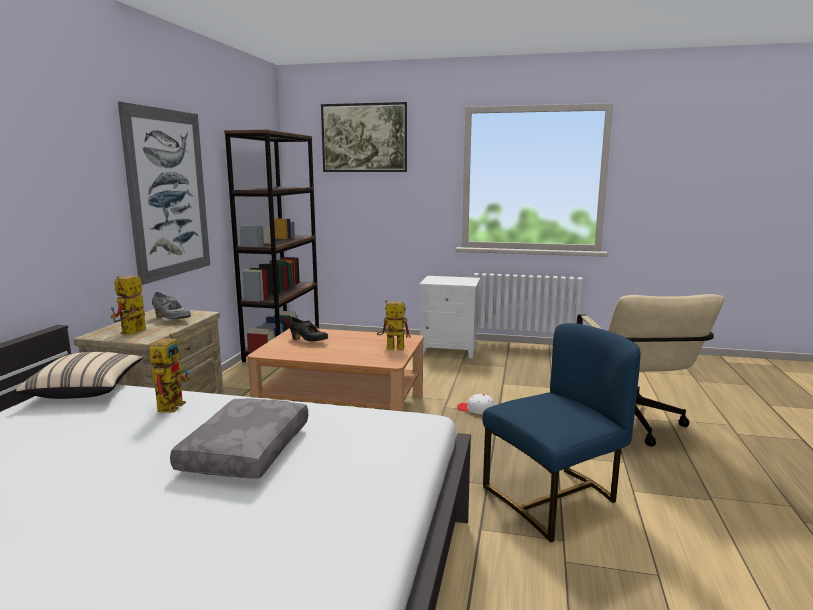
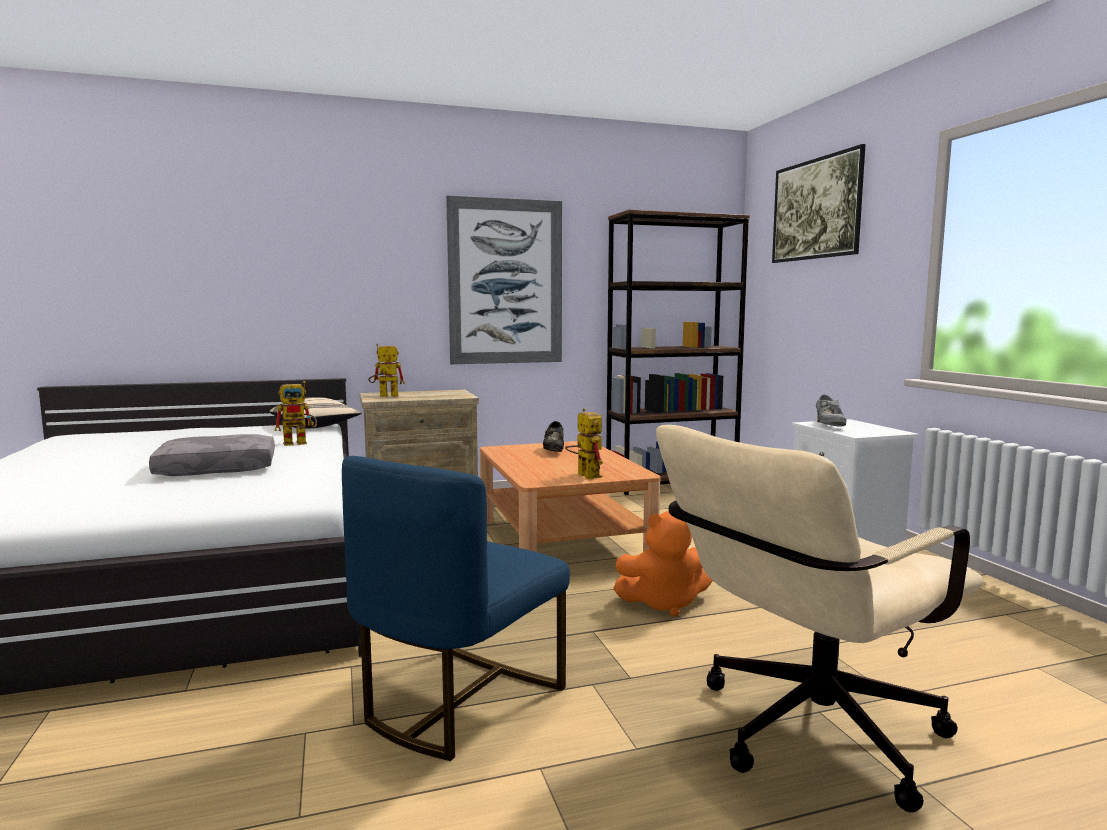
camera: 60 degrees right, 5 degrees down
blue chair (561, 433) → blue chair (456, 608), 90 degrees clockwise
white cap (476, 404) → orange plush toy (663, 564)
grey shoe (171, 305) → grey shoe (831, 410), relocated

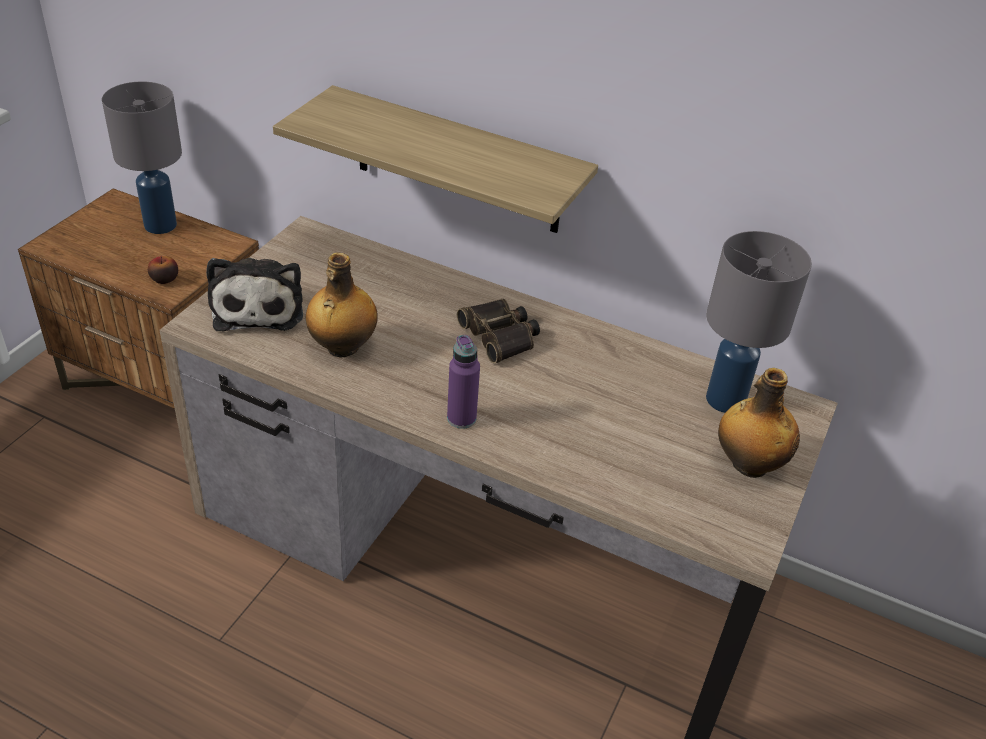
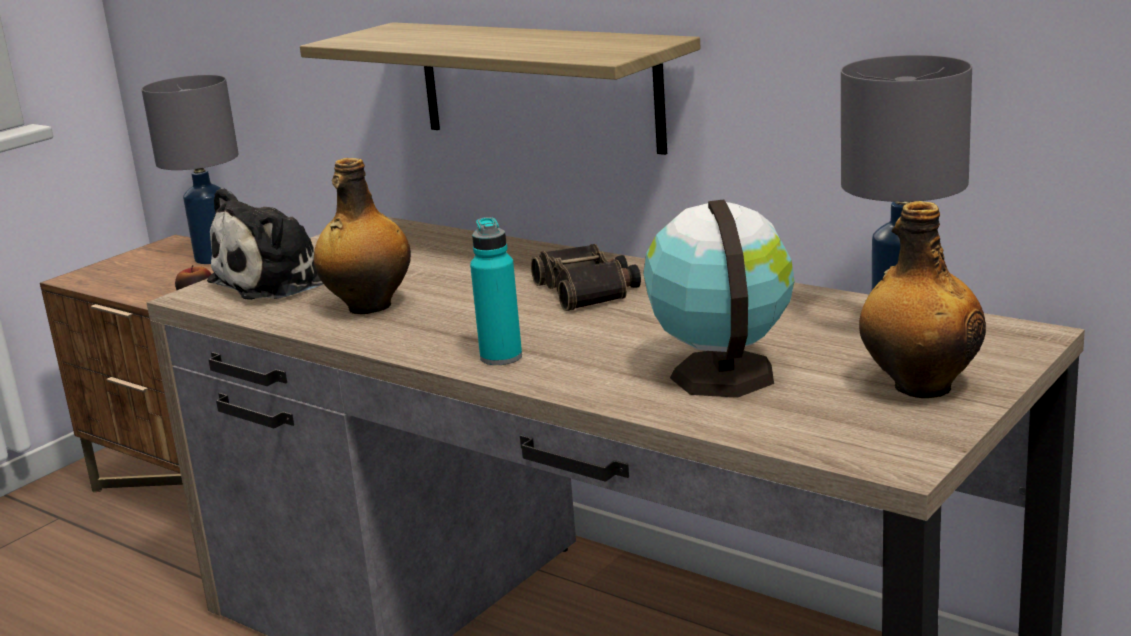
camera: 15 degrees right, 20 degrees down
plush toy (254, 294) → plush toy (265, 243), 45 degrees clockwise
purple bottle (463, 382) → turquoise bottle (496, 291)
- → globe (719, 299)

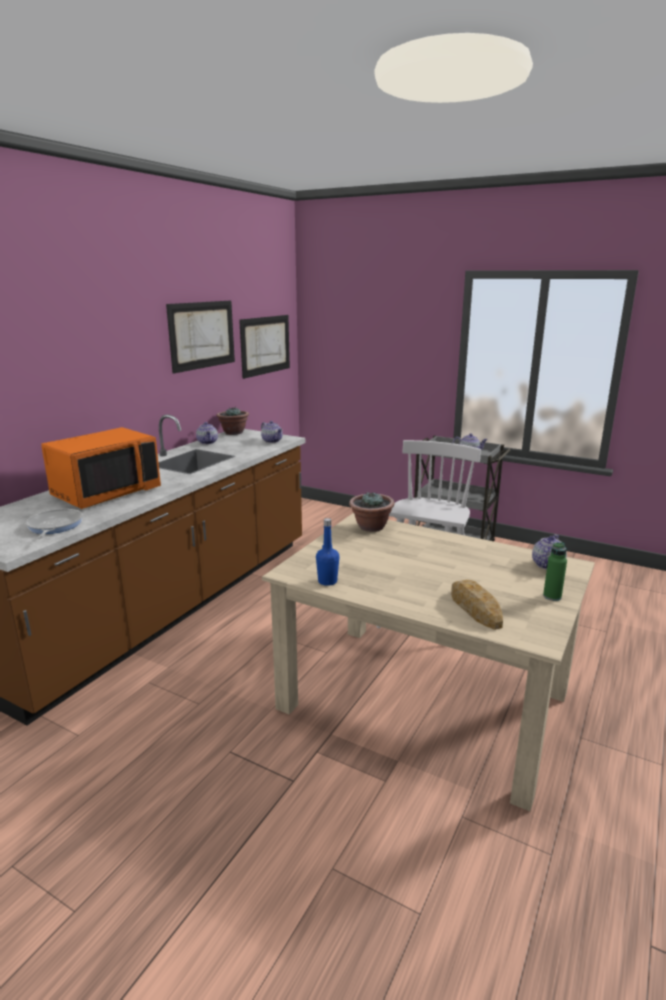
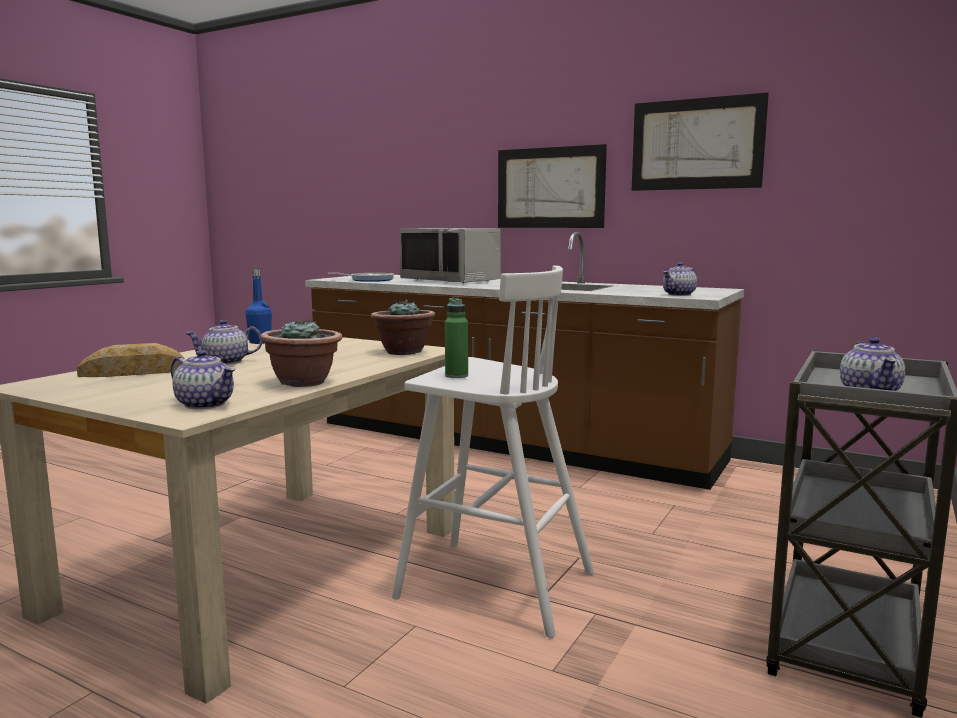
camera: 90 degrees right, 10 degrees down
teapot (207, 433) → teapot (224, 342), relocated
potted plant (233, 421) → potted plant (301, 352), relocated
orange microwave (101, 468) → grey microwave (450, 256)
green bottle (555, 571) → green bottle (456, 338), relocated
picture (264, 347) → picture (552, 186), relocated

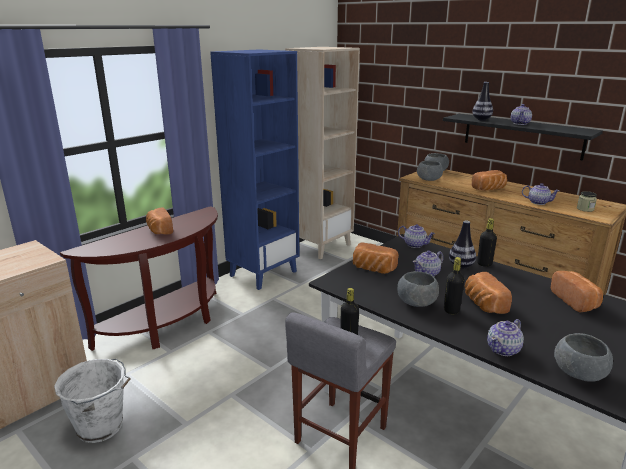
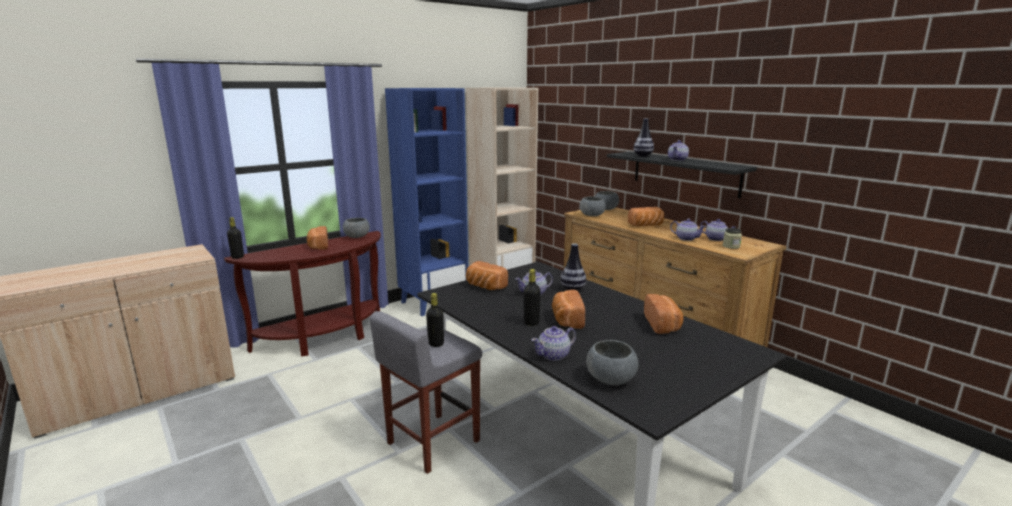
camera: 10 degrees right, 5 degrees down
black bottle (487, 242) → black bottle (235, 238), relocated
grey bowl (418, 289) → grey bowl (356, 228), relocated
teapot (416, 236) → teapot (718, 230), relocated
white bucket (92, 401) → -

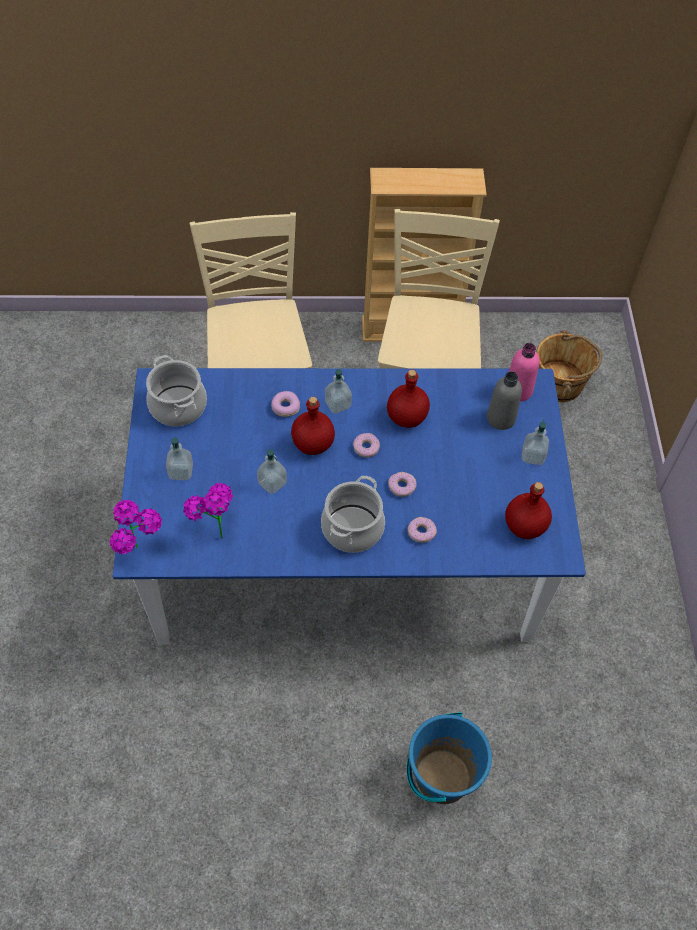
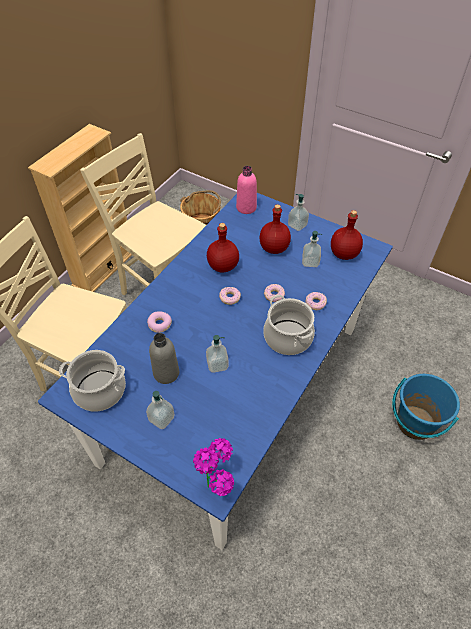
camera: 55 degrees left, 5 degrees down
grey bottle (504, 400) → grey bottle (164, 358), relocated
red bottle (313, 426) → red bottle (275, 229), relocated
soap dispenser (338, 391) → soap dispenser (312, 249), relocated
potted plant (208, 510) → -

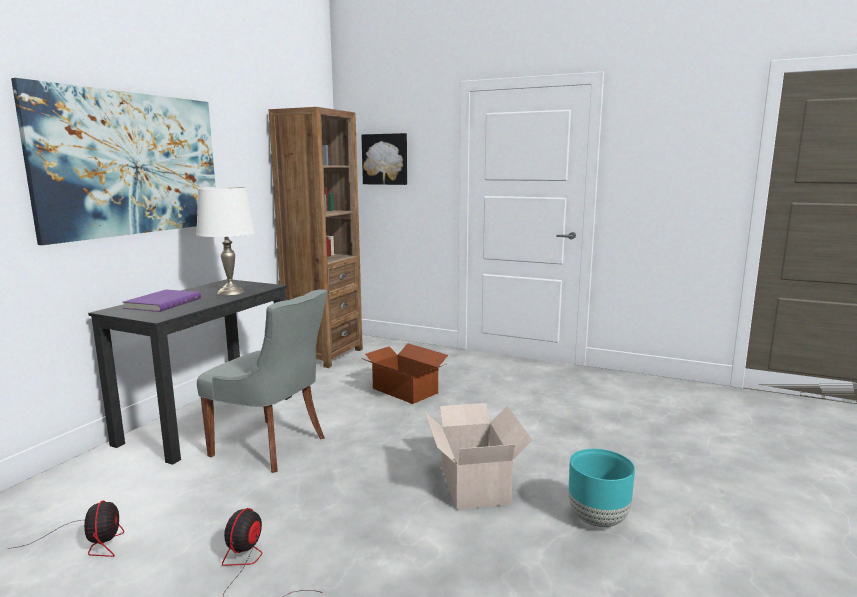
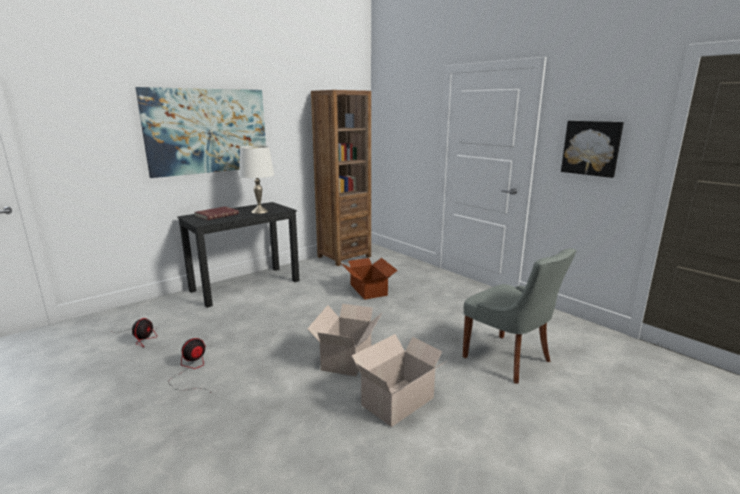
camera: 25 degrees right, 5 degrees up
purple book (162, 301) → red book (217, 213)
turquoise planter (602, 488) → cardboard box (400, 380)
grey chair (262, 381) → grey chair (520, 316), relocated
picture (384, 159) → picture (592, 149), relocated

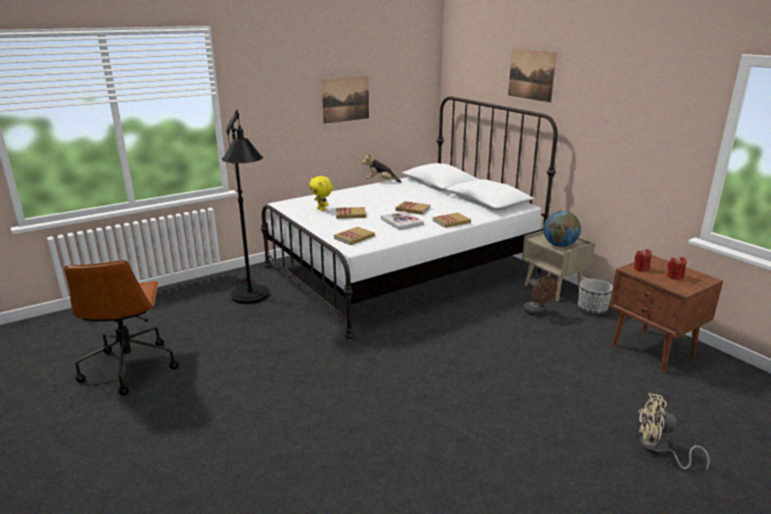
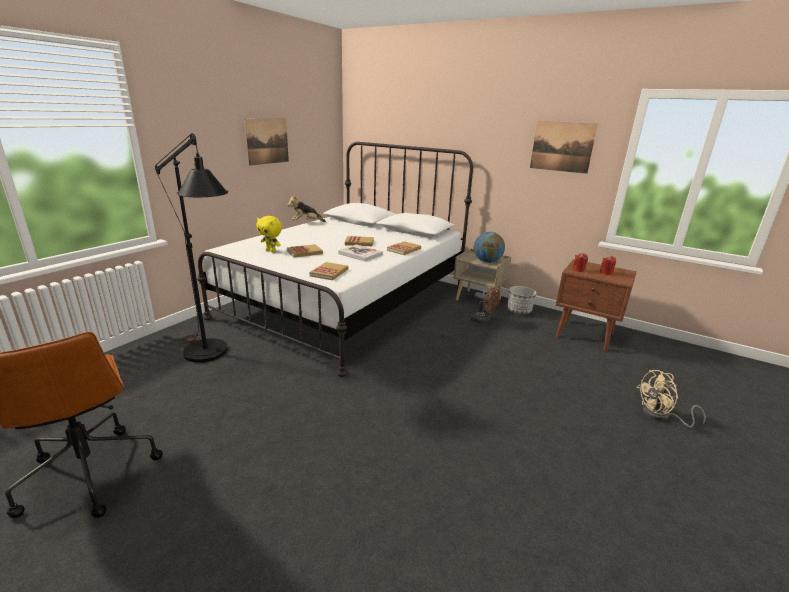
camera: 25 degrees left, 0 degrees up
picture (532, 76) → picture (564, 147), relocated

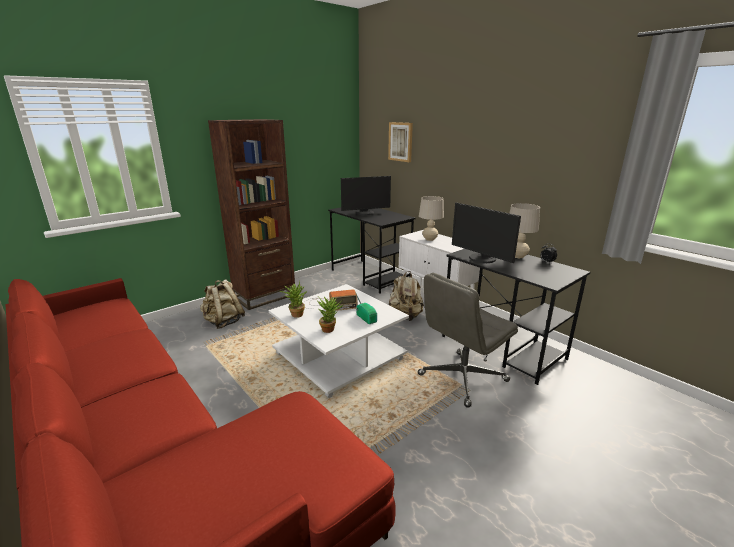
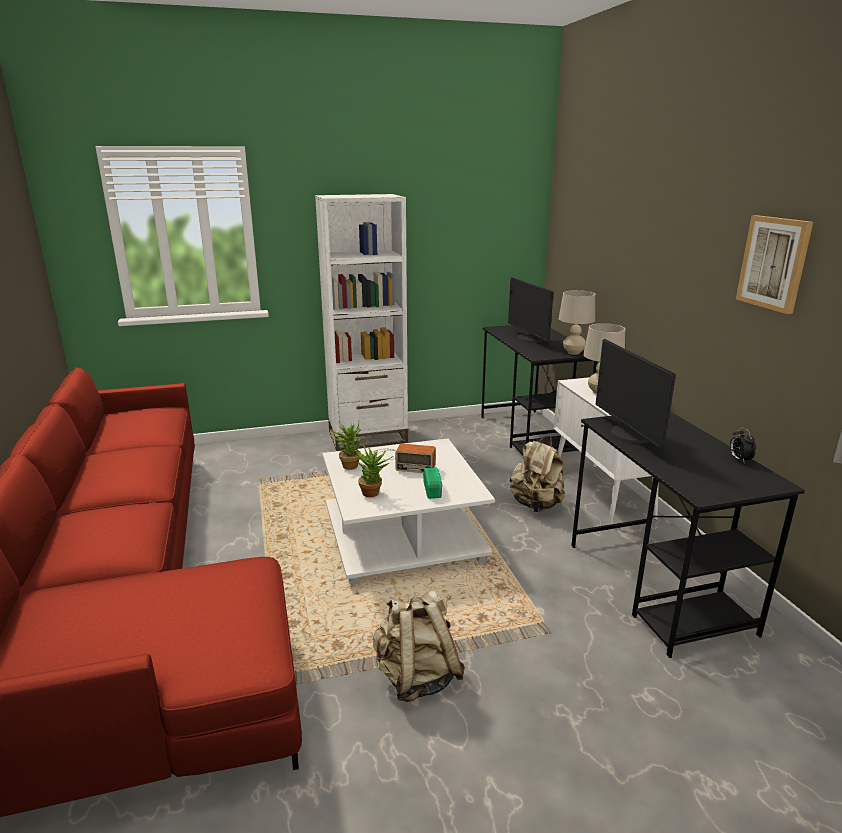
camera: 25 degrees right, 0 degrees up
brown bookcase (251, 214) → white bookcase (361, 322)
beige backpack (222, 304) → beige backpack (419, 646), relocated
monitor (366, 195) → monitor (531, 310), 60 degrees clockwise
beige table lamp (524, 230) → beige table lamp (577, 322), relocated
picture (400, 142) → picture (774, 264), relocated
grey office chair (468, 340) → -

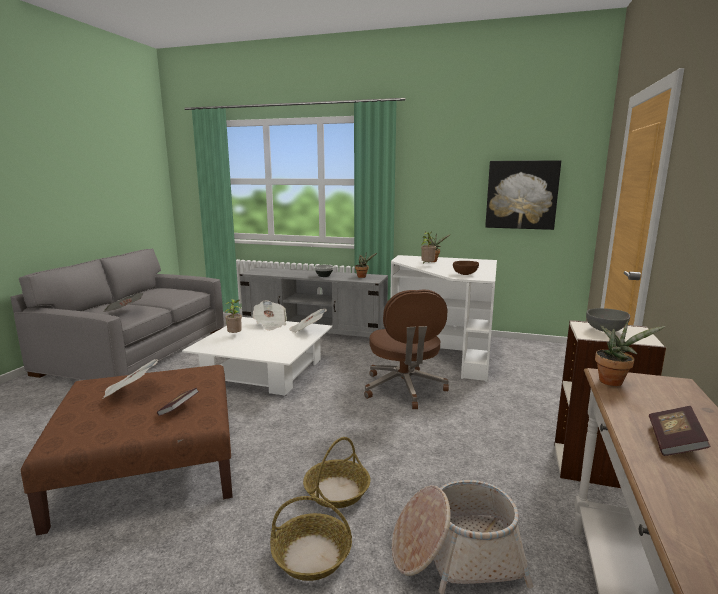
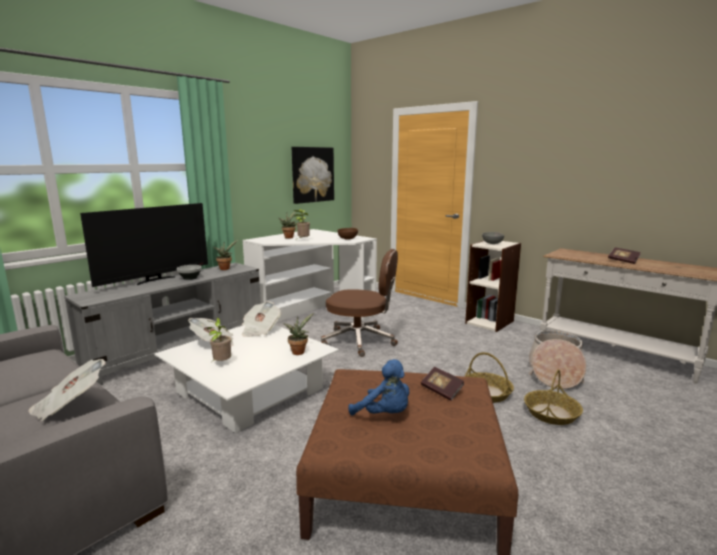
camera: 65 degrees left, 0 degrees up
- → television (144, 245)
potted plant (630, 353) → potted plant (298, 334), relocated
newspaper (130, 379) → blue plush toy (378, 387)

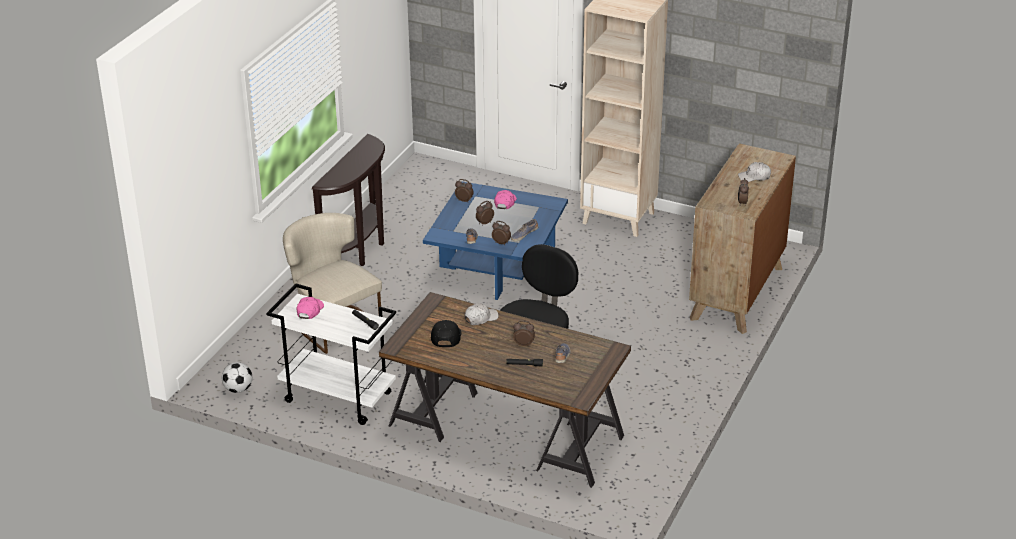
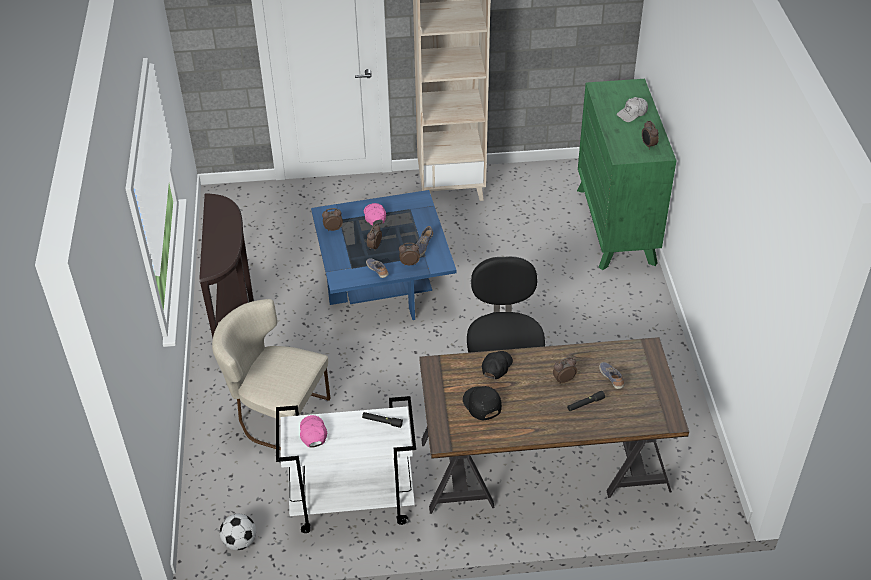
camera: 30 degrees left, 10 degrees up
white cap (482, 314) → black cap (497, 365)
brown dresser (742, 238) → green dresser (627, 174)

